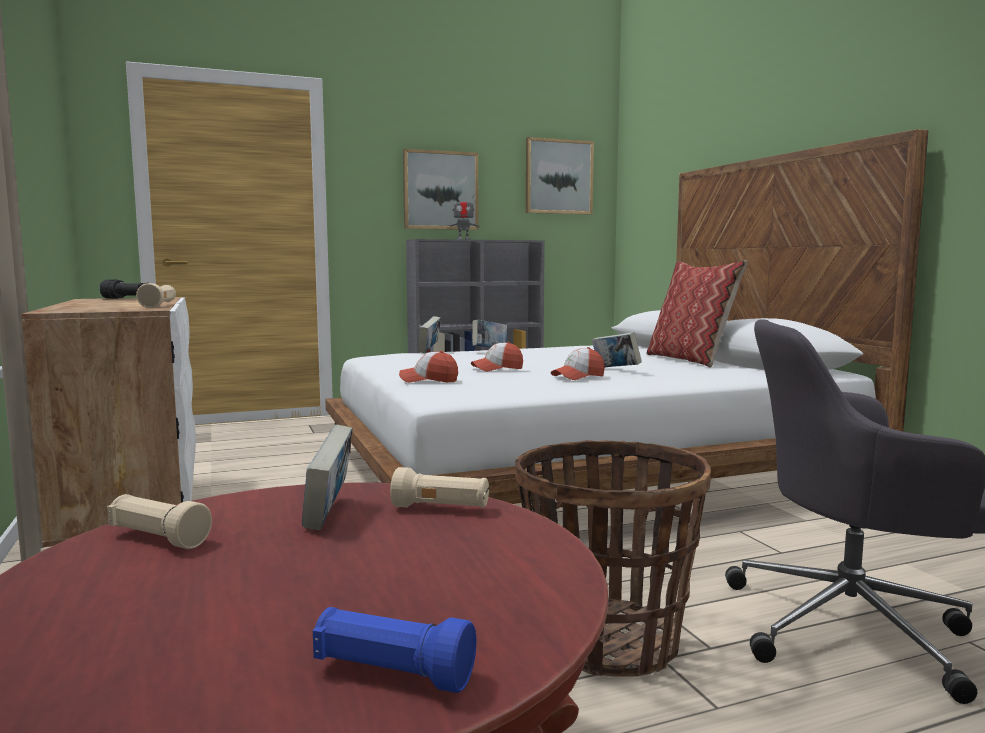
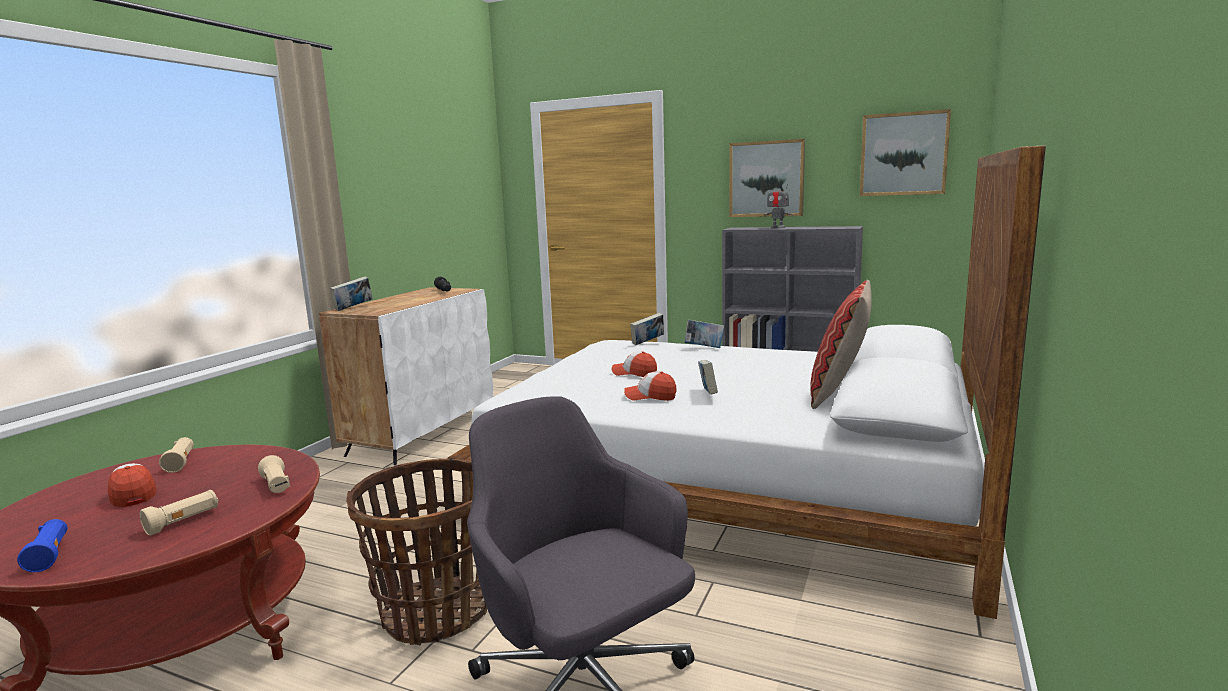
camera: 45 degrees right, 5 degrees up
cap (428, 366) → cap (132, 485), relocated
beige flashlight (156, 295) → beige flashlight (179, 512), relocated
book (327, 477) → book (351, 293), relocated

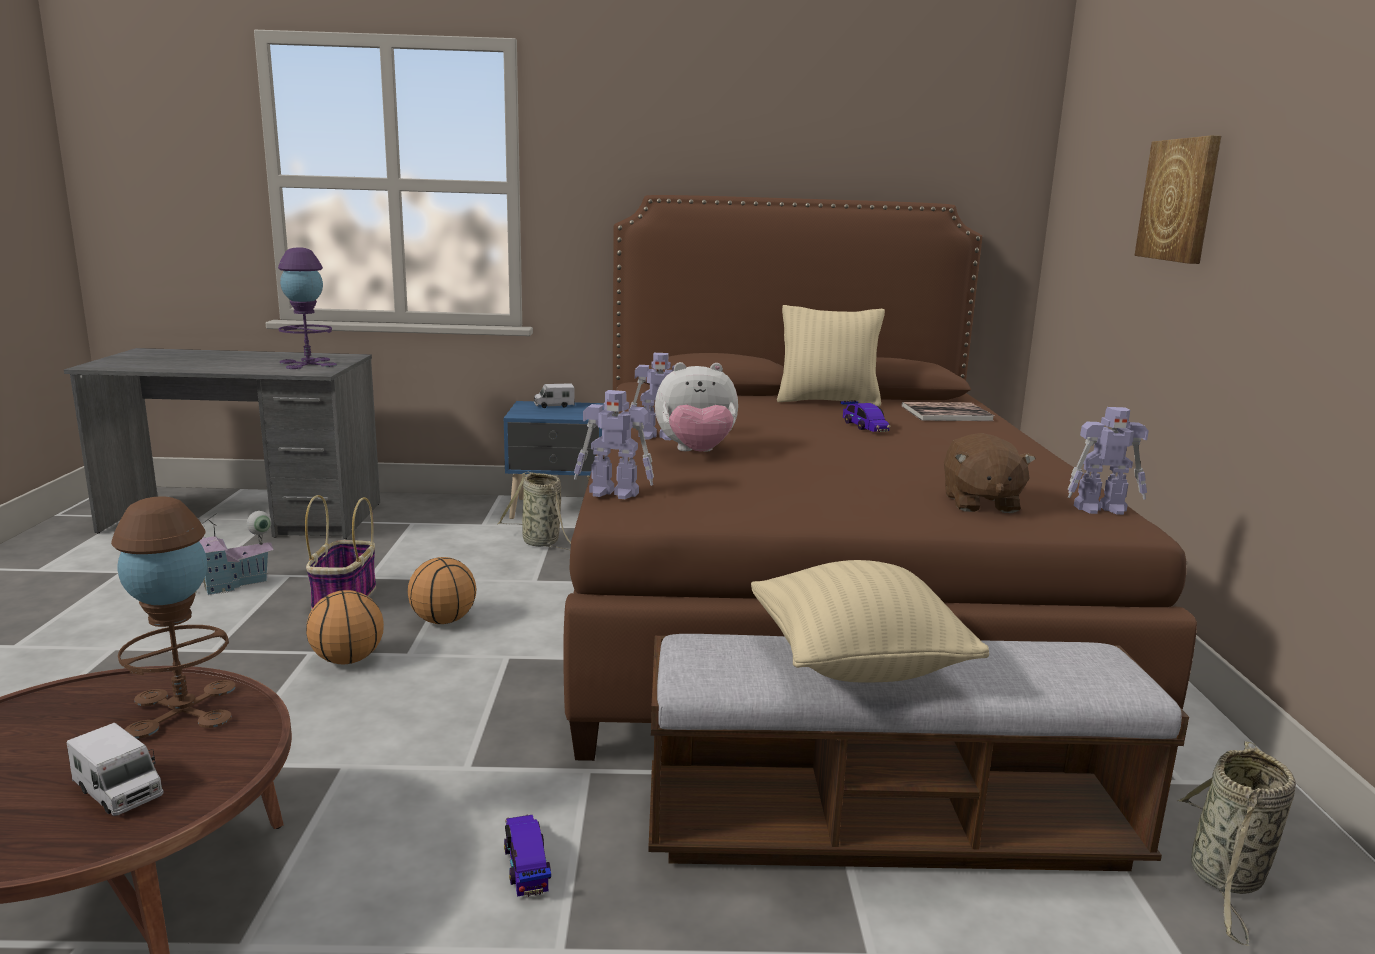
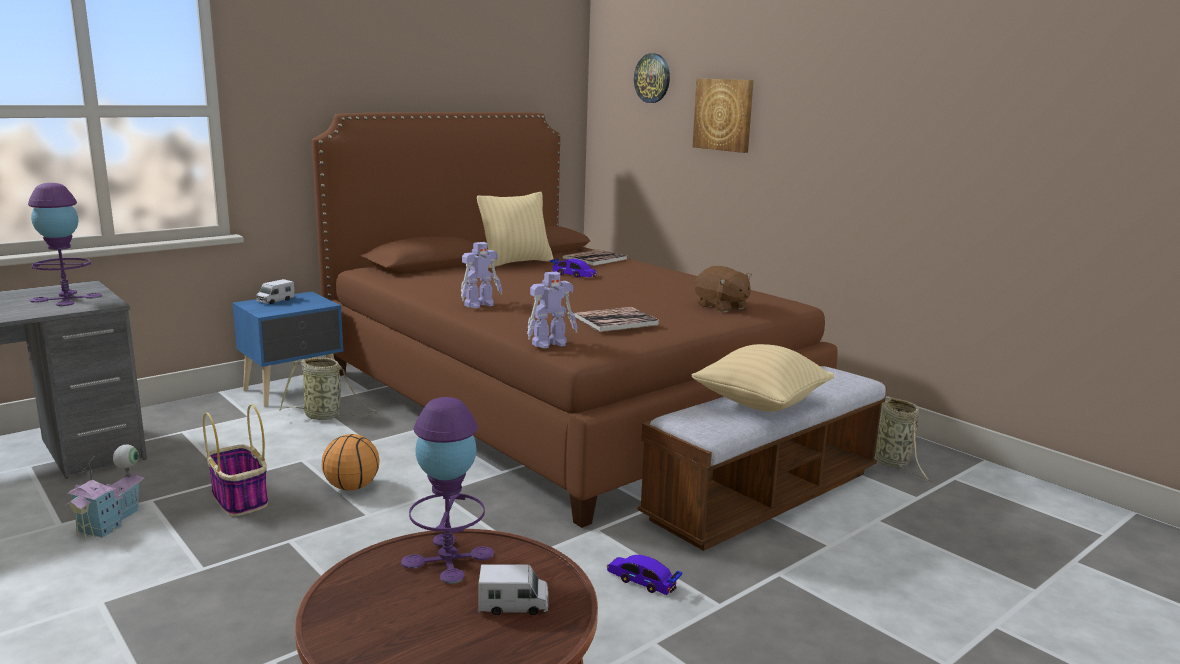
camera: 40 degrees left, 0 degrees up
brown table lamp (173, 617) → purple table lamp (447, 490)
- → book (616, 319)
- → wall clock (652, 78)
basketball (345, 627) → -
plush toy (696, 406) → -
toy robot (1108, 461) → -

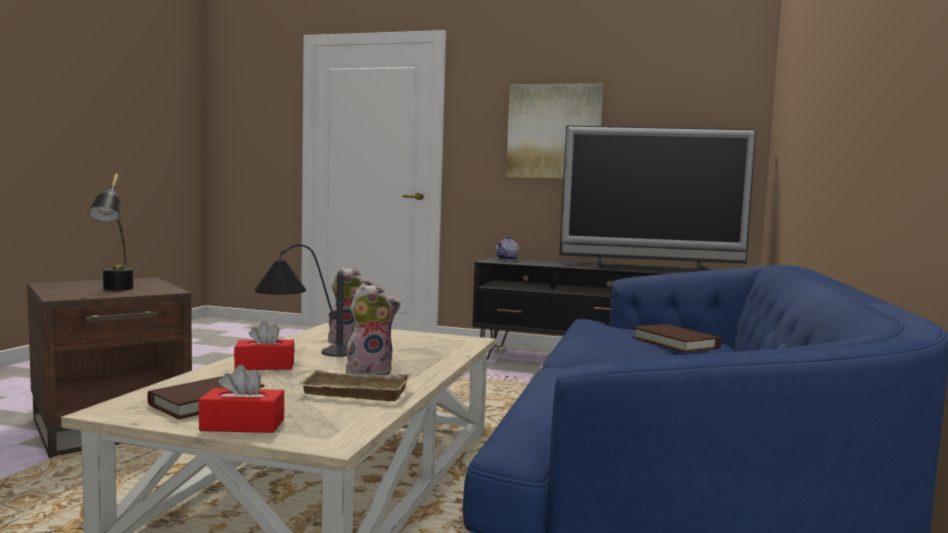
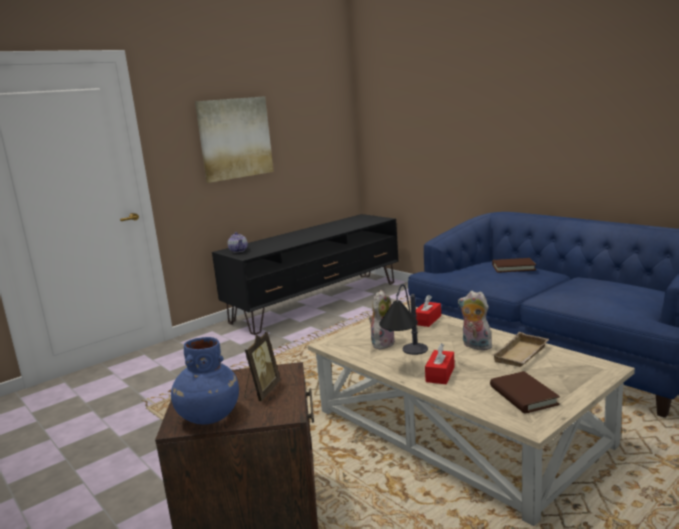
camera: 55 degrees left, 10 degrees up
- → blue vase (205, 380)
black table lamp (111, 231) → picture frame (263, 366)
red tissue box (241, 399) → red tissue box (428, 311), relocated
plush toy (373, 329) → plush toy (475, 320), 60 degrees counterclockwise
television (657, 199) → -

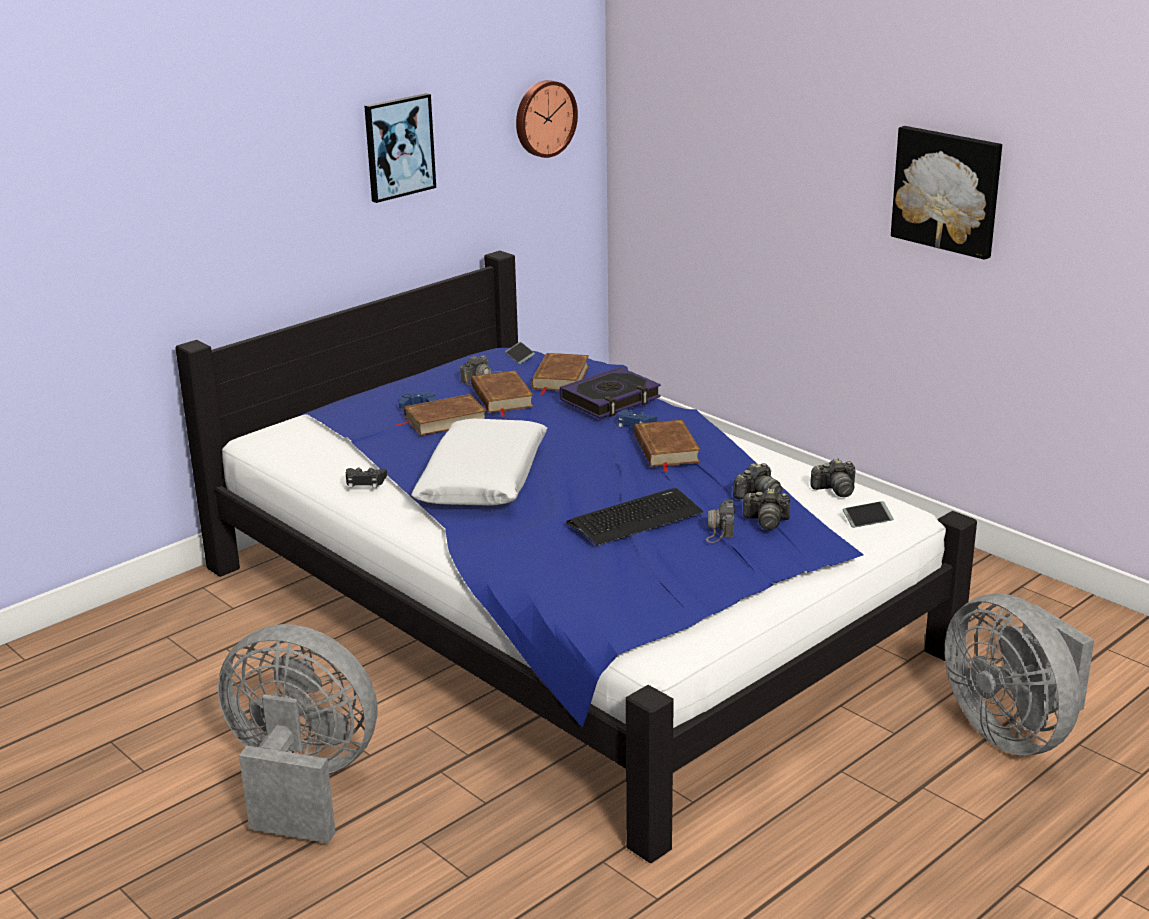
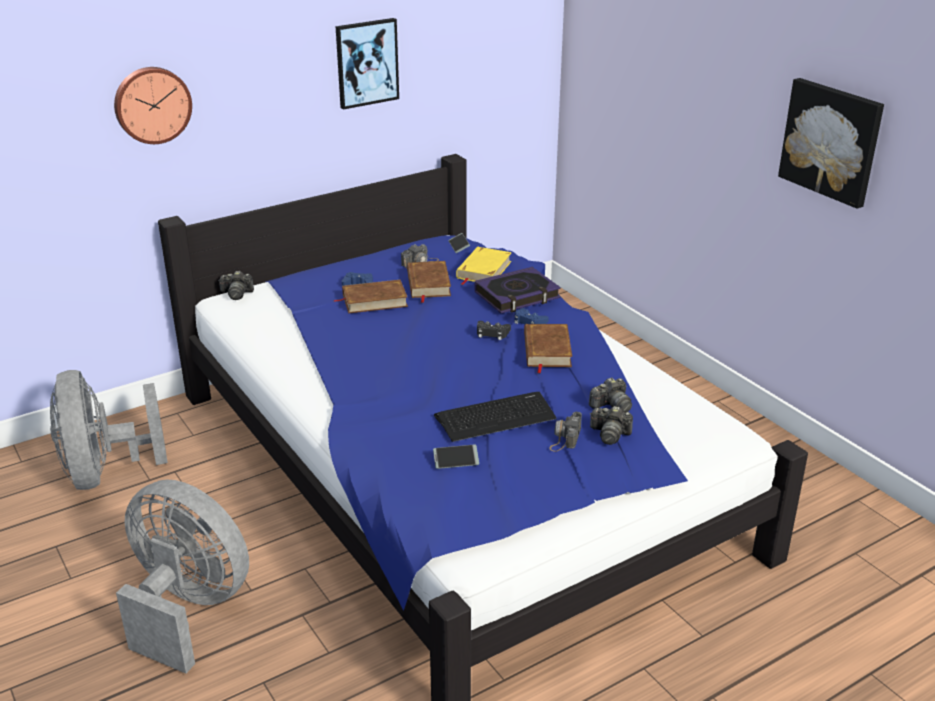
camera: 10 degrees right, 5 degrees up
grey fan (1019, 674) → grey fan (109, 430), relocated
wall clock (547, 119) → wall clock (153, 105), relocated
photo camera (832, 477) → photo camera (236, 285), relocated
phone (868, 514) → phone (456, 457), relocated
brown book (560, 374) → yellow book (484, 266)
black game controller (366, 477) → black game controller (494, 330), relocated
white pillow (479, 462) → -

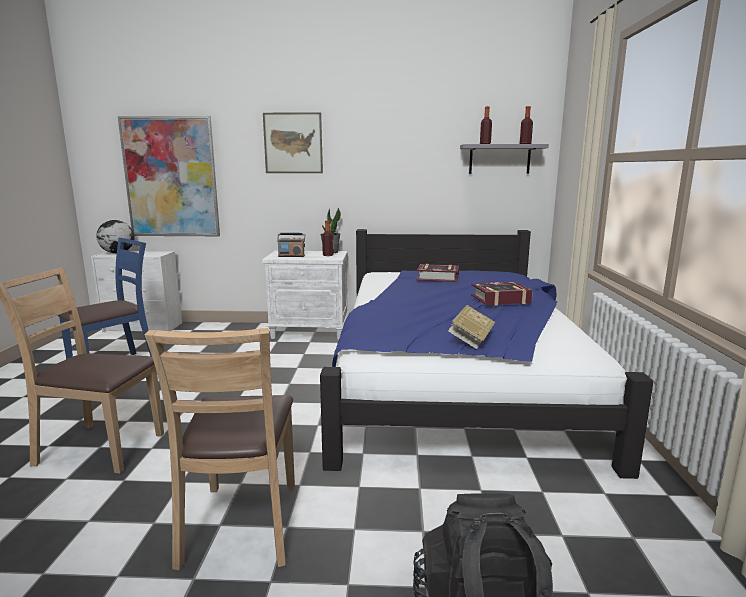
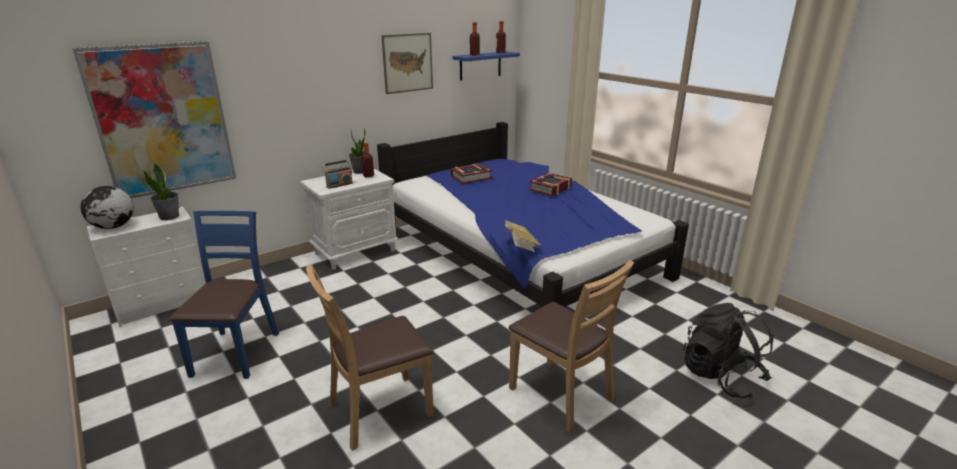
camera: 40 degrees left, 10 degrees up
- → potted plant (161, 191)
picture (293, 142) → picture (407, 63), relocated
grey shelf (504, 159) → blue shelf (486, 65)
book (471, 327) → book (523, 236), relocated

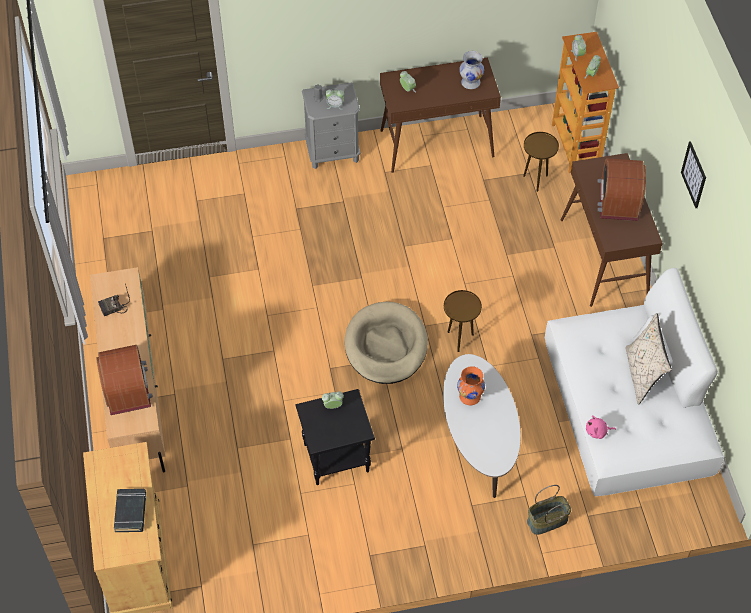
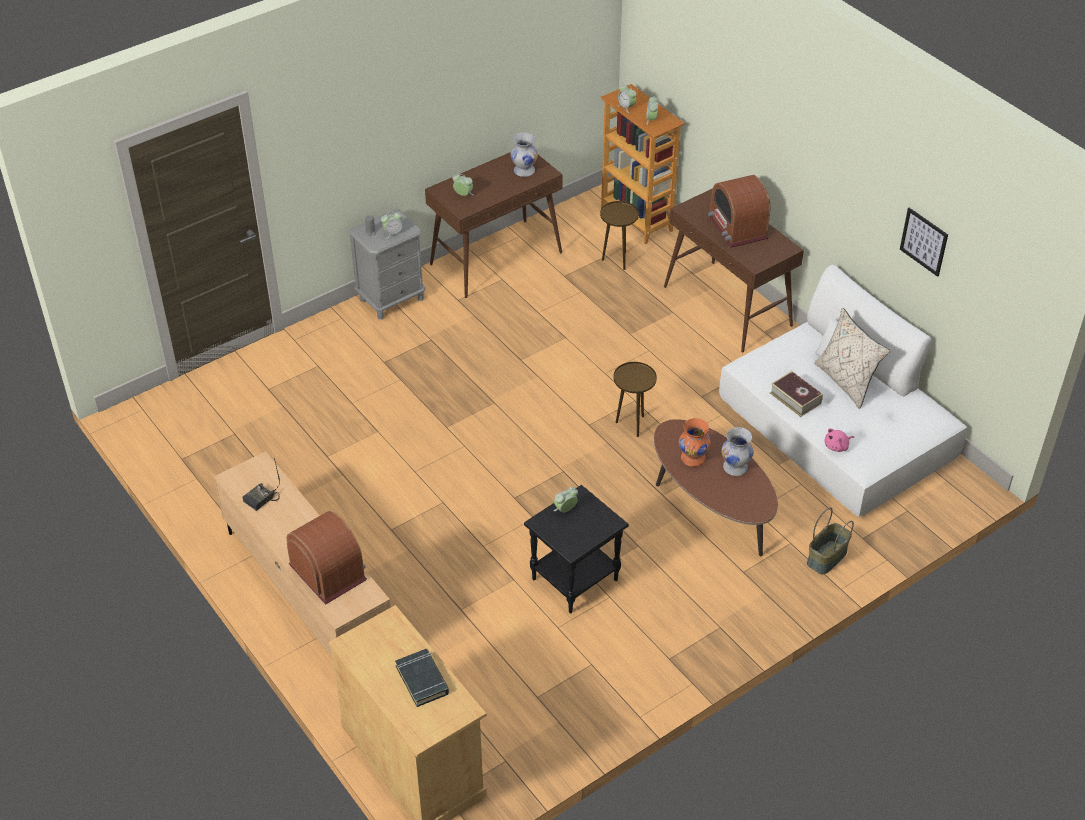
camera: 25 degrees left, 10 degrees down
white coffee table (482, 426) → brown coffee table (716, 487)
- → white vase (737, 451)
- → book (796, 394)
picture (693, 174) → picture (924, 242), relocated
beige dog bed (386, 343) → -

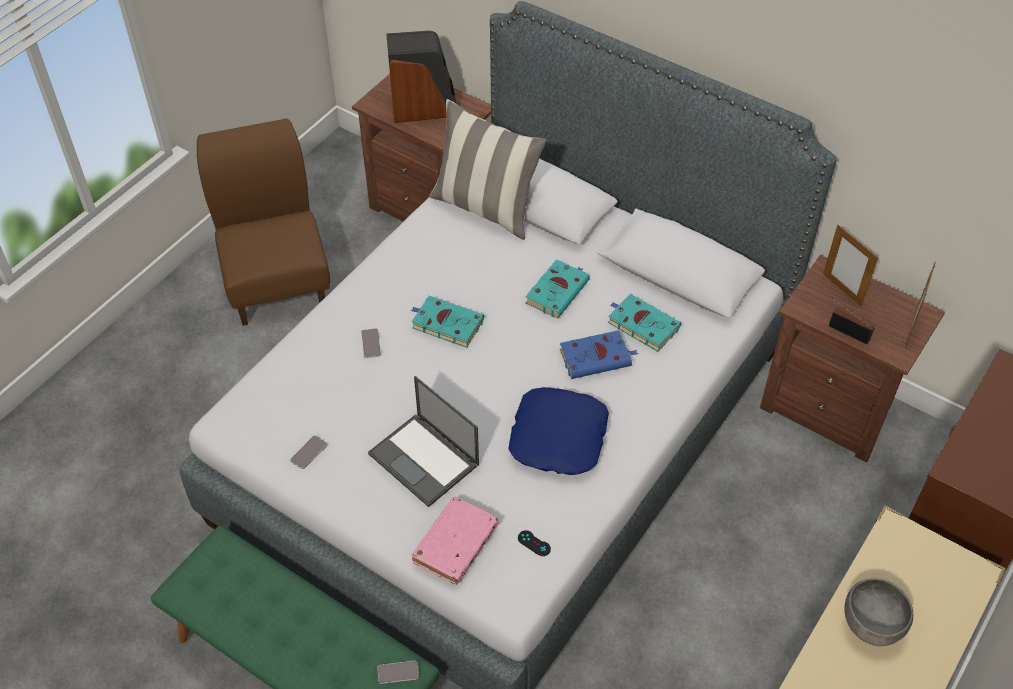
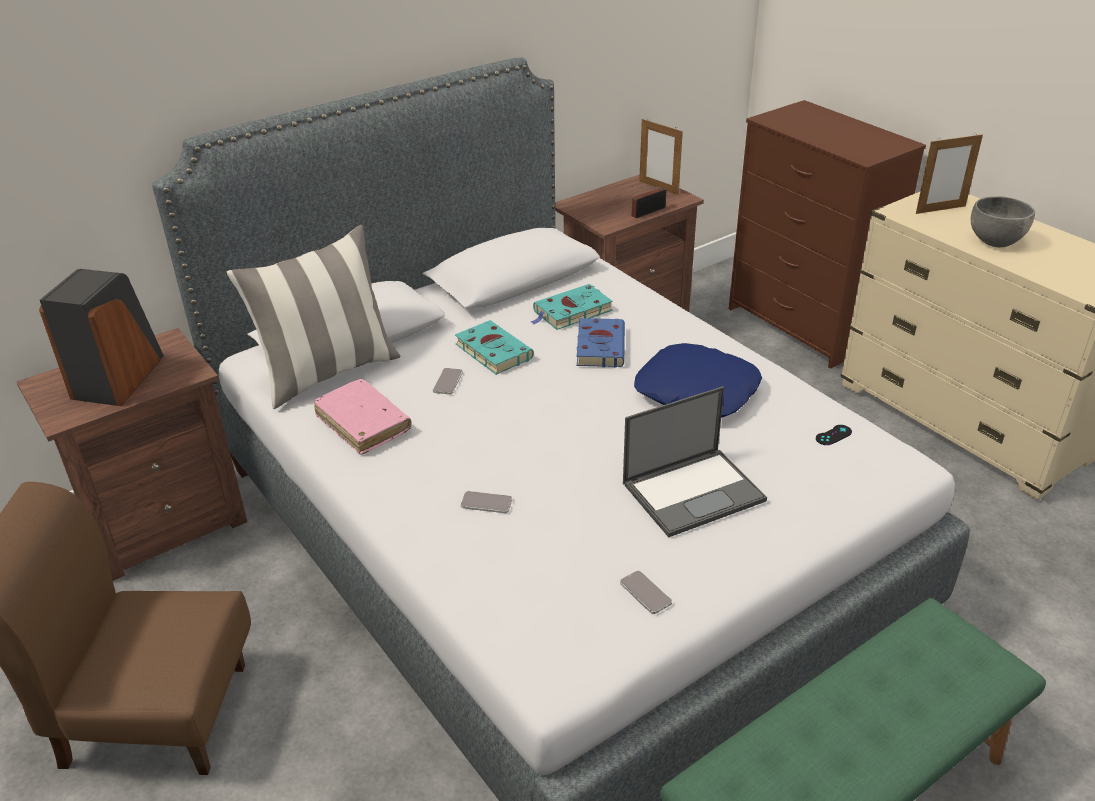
camera: 70 degrees left, 15 degrees down
pink book (454, 541) → pink book (362, 417), relocated
phone (398, 672) → phone (448, 381), relocated
picture frame (850, 266) → picture frame (949, 173), relocated
turquoise book (447, 322) → -

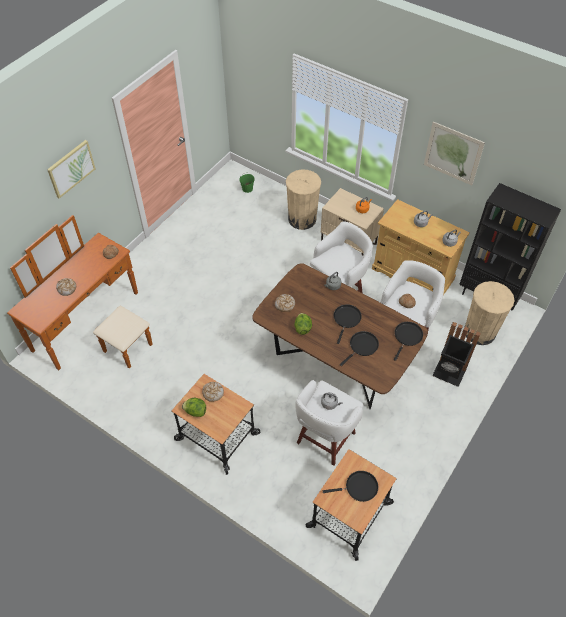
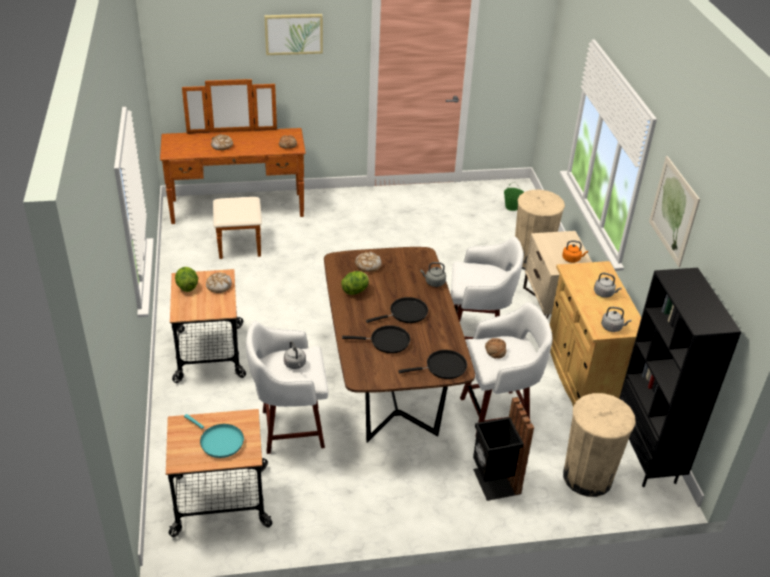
camera: 45 degrees right, 15 degrees down
black frying pan (350, 486) → turquoise frying pan (214, 436)

